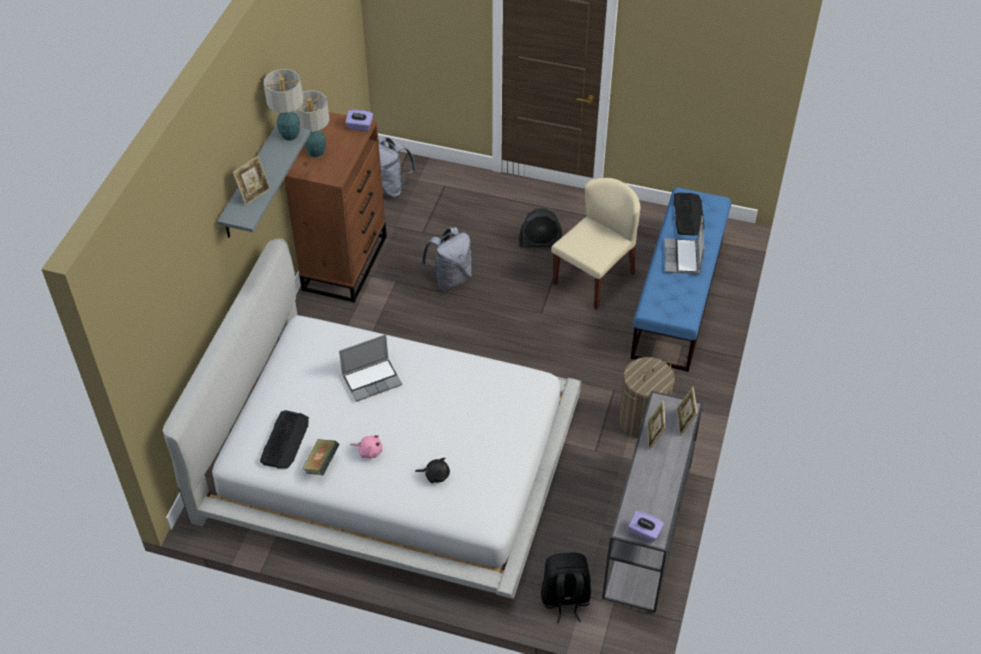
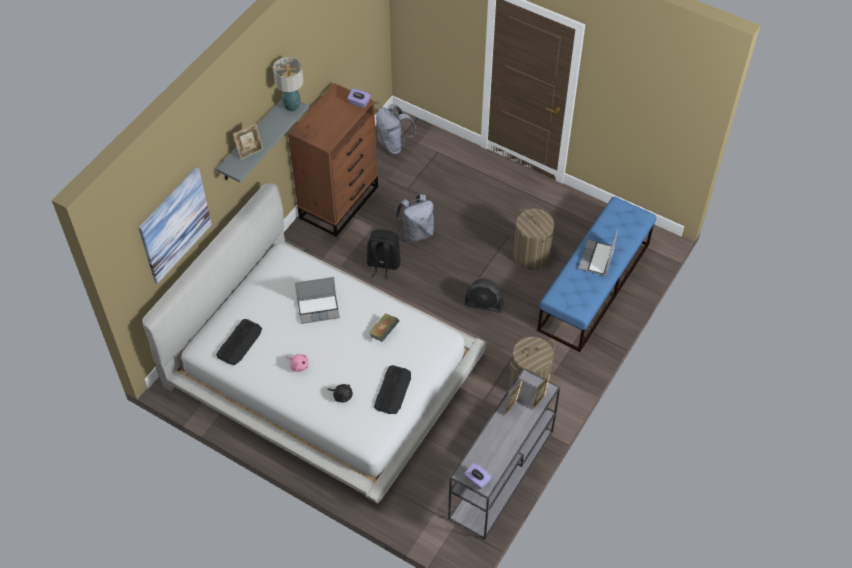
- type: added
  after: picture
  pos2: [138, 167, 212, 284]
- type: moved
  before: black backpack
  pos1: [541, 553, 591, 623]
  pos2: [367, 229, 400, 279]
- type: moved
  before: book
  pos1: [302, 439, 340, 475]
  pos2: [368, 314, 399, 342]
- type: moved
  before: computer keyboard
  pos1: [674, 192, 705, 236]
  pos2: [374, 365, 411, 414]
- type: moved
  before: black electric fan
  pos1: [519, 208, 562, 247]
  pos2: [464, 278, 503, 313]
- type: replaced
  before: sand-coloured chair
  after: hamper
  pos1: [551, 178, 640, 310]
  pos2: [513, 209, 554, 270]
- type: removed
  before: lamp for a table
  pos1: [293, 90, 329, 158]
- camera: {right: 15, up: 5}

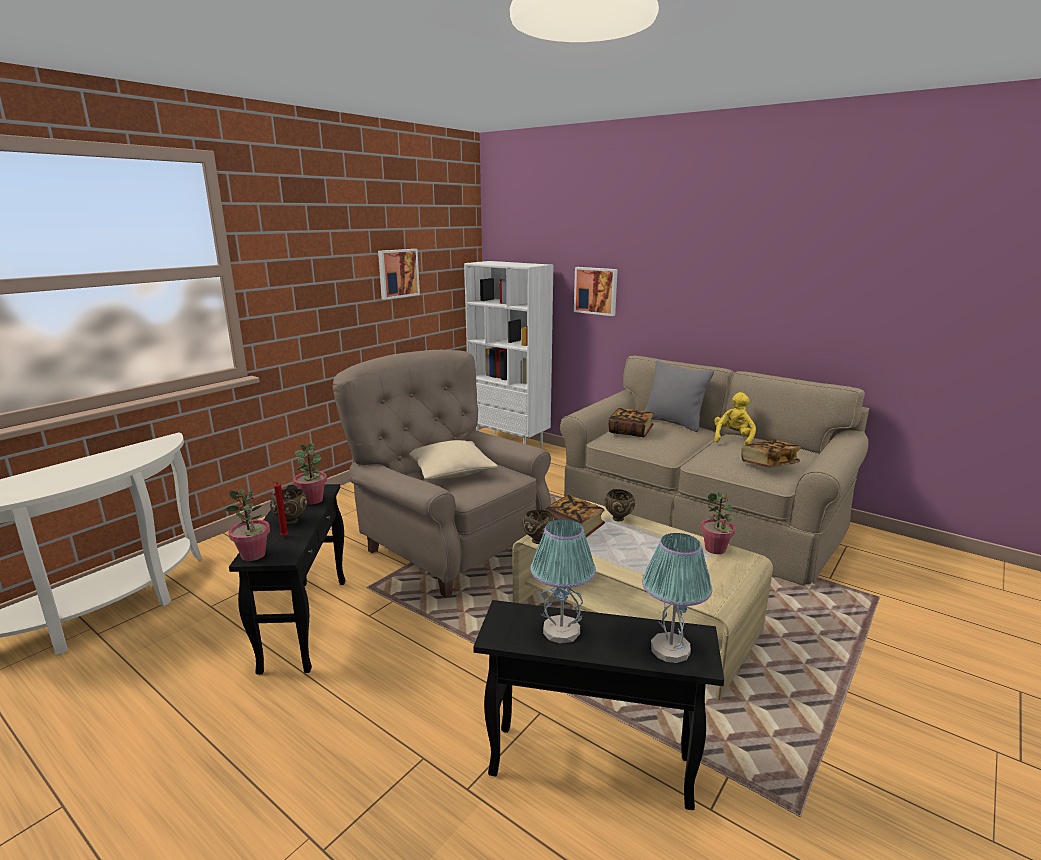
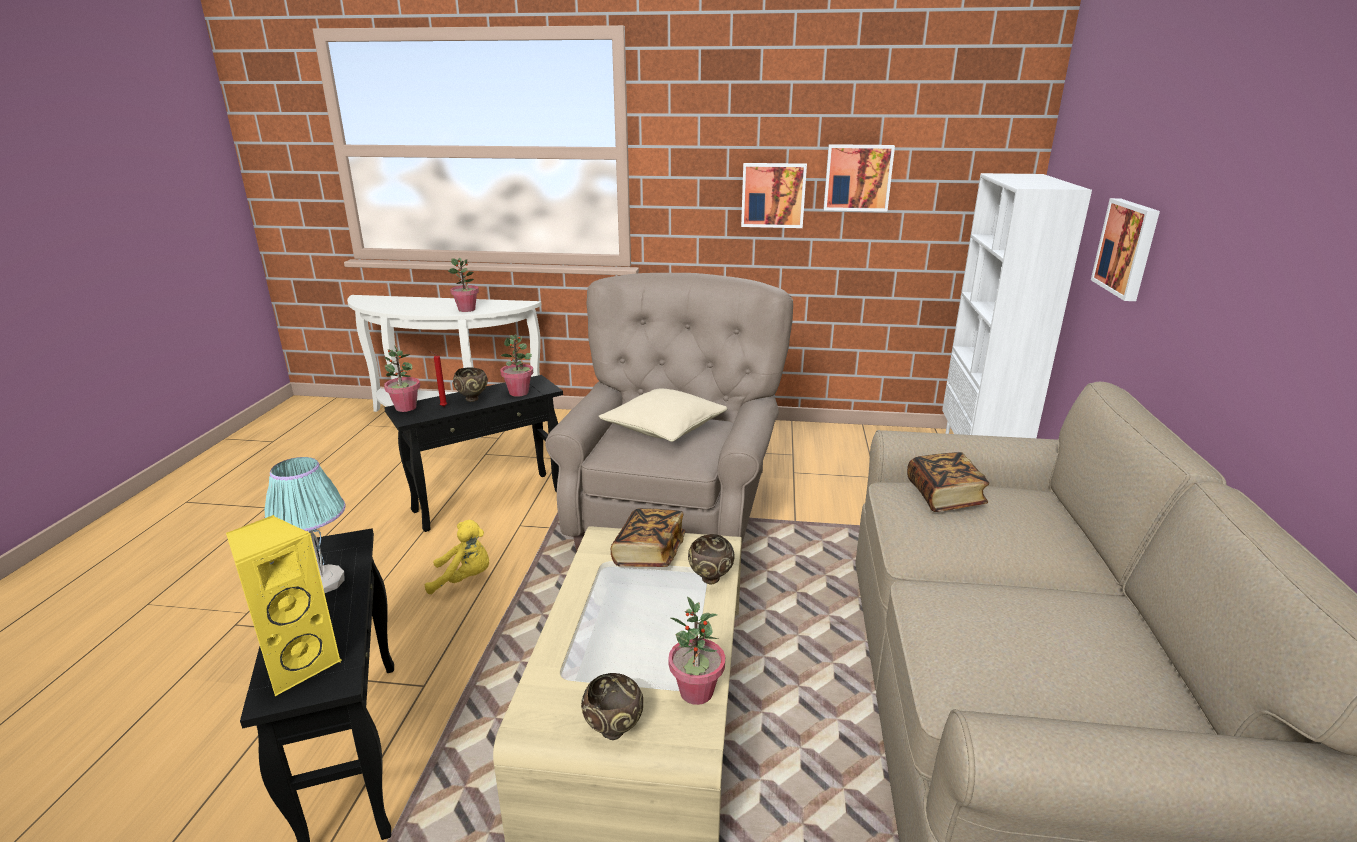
- type: replaced
  before: lamp for a table
  after: yellow audio speaker
  pos1: [642, 533, 712, 663]
  pos2: [226, 515, 342, 696]
- type: moved
  before: yellow plush toy
  pos1: [714, 392, 756, 446]
  pos2: [425, 520, 489, 594]
- type: added
  after: houseplant
  pos2: [448, 258, 479, 312]
- type: moved
  before: brown bowl
  pos1: [522, 510, 554, 544]
  pos2: [581, 673, 643, 740]
- type: added
  after: picture
  pos2: [741, 163, 807, 228]
- type: removed
  before: gray pillow
  pos1: [645, 360, 714, 432]
- type: removed
  before: book
  pos1: [741, 439, 801, 468]
- camera: {right: 60, up: 5}

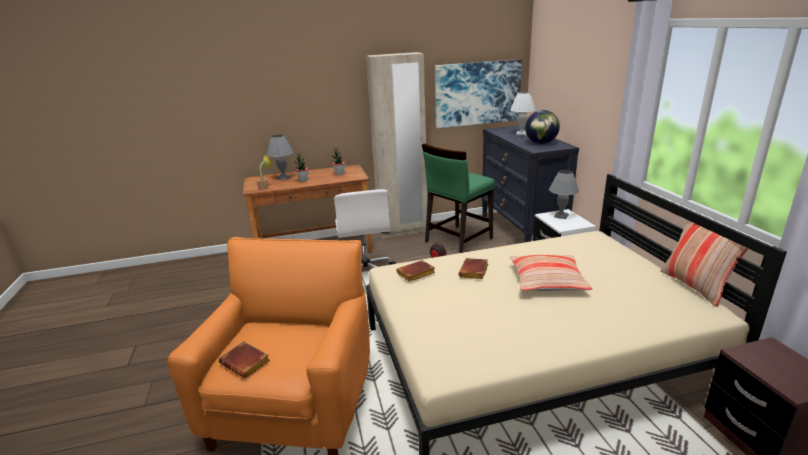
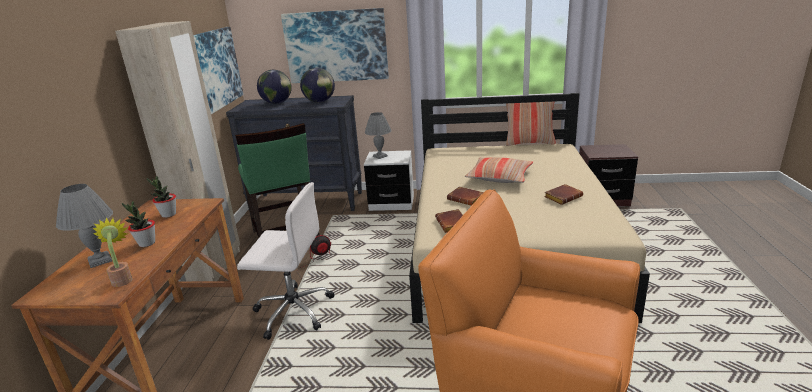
- type: replaced
  before: white lamp for a table
  after: desk globe
  pos1: [510, 92, 536, 135]
  pos2: [257, 70, 292, 104]
- type: added
  after: picture
  pos2: [281, 8, 389, 83]
- type: moved
  before: brown book
  pos1: [219, 341, 270, 379]
  pos2: [544, 184, 583, 205]
- camera: {right: -70, up: 0}

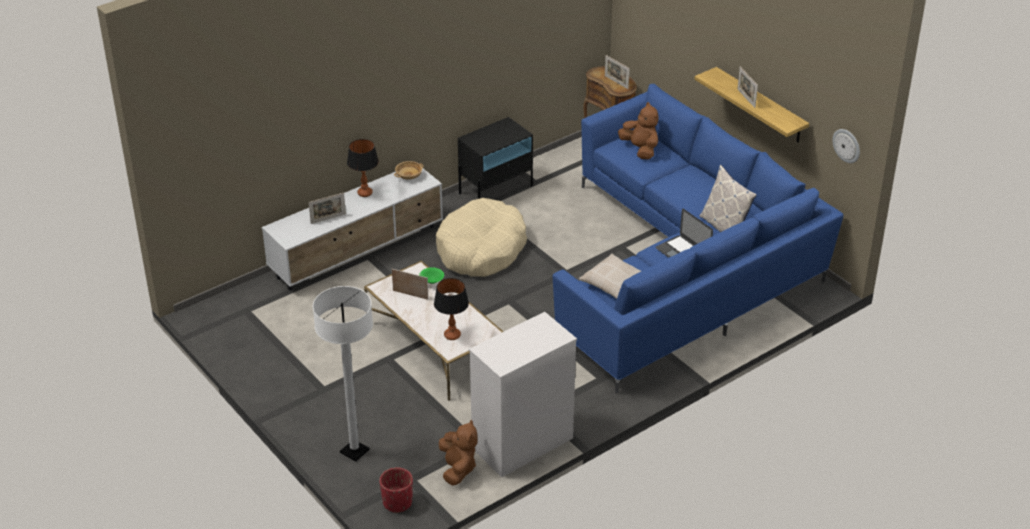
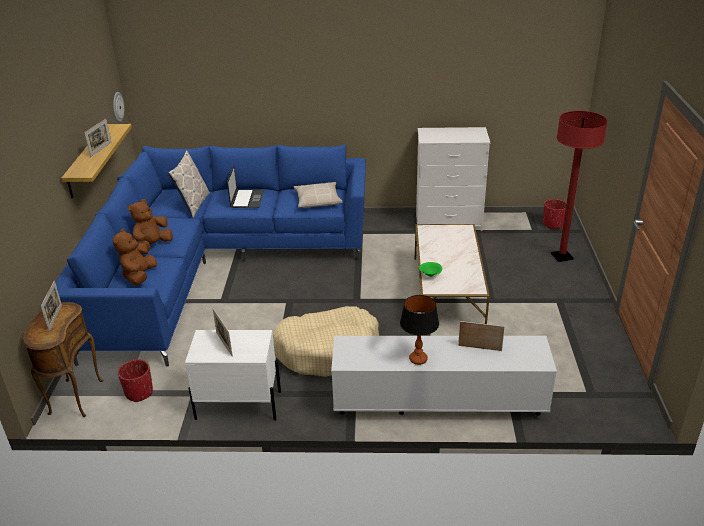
- type: added
  after: reddish plant pot
  pos2: [118, 359, 153, 402]
- type: moved
  before: brown plush toy
  pos1: [439, 420, 477, 485]
  pos2: [128, 199, 173, 251]
- type: recoloured
  before: black bedside table
  after: white bedside table
  pos1: [458, 117, 533, 199]
  pos2: [185, 330, 281, 421]
- type: moved
  before: standing frame
  pos1: [392, 269, 429, 300]
  pos2: [213, 309, 233, 357]
- type: recoloured
  before: white floor lamp
  after: reddish floor lamp
  pos1: [313, 286, 373, 462]
  pos2: [551, 111, 608, 262]
- type: removed
  before: sand-coloured bowl
  pos1: [394, 161, 424, 180]
- type: removed
  before: lamp for a table
  pos1: [434, 278, 469, 340]
- camera: {right: -140, up: -5}

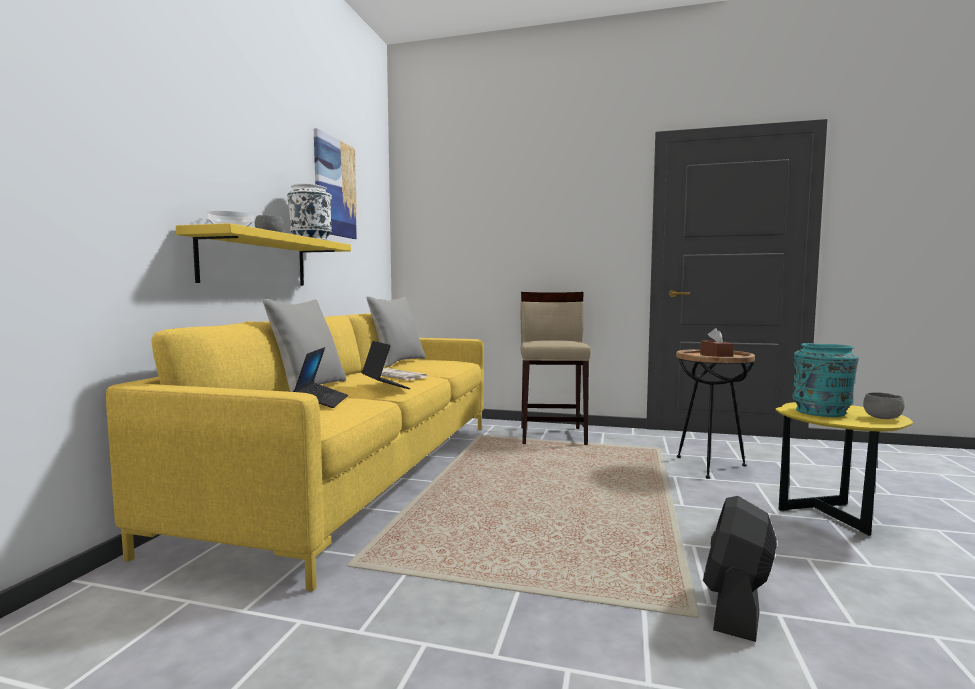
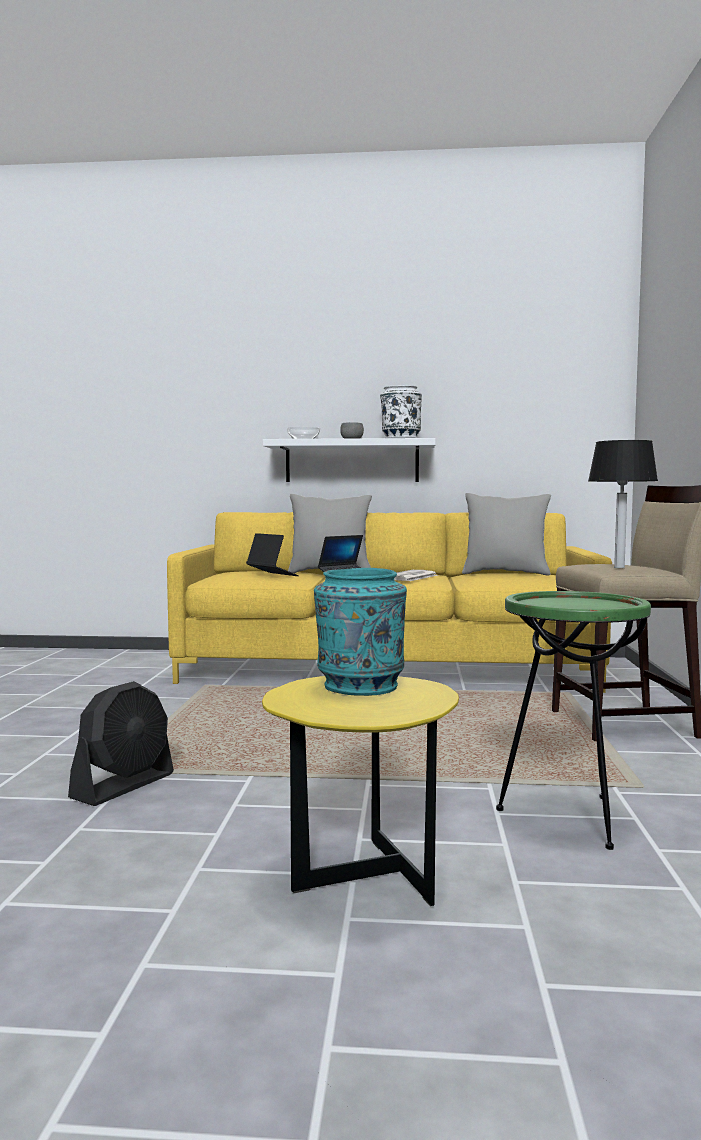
- type: turned
  before: black electric fan
  pos1: [703, 496, 777, 642]
  pos2: [68, 681, 174, 806]
  turn: 105
- type: turned
  before: portable computer
  pos1: [293, 347, 348, 408]
  pos2: [246, 533, 299, 576]
  turn: -120
- type: recoloured
  before: yellow shelf
  after: white shelf
  pos1: [176, 223, 351, 285]
  pos2: [263, 438, 436, 482]
- type: recoloured
  before: brown side table
  after: green-coloured side table
  pos1: [676, 349, 755, 479]
  pos2: [496, 591, 651, 850]
- type: added
  after: lamp for a table
  pos2: [588, 440, 658, 568]
- type: removed
  before: picture
  pos1: [314, 128, 357, 239]
- type: removed
  before: brown tissue box
  pos1: [700, 328, 734, 357]
- type: removed
  before: gray bowl
  pos1: [863, 392, 905, 419]
- camera: {right: 80, up: 0}

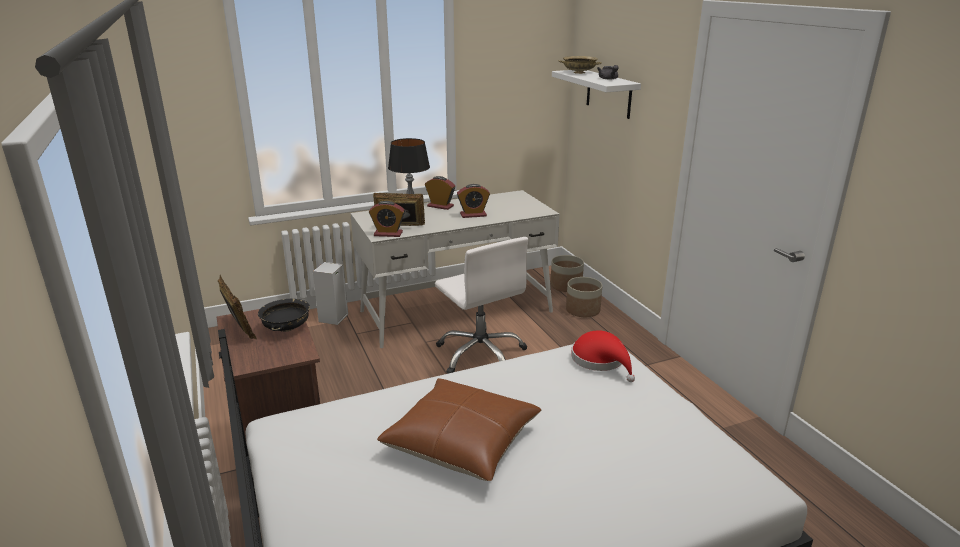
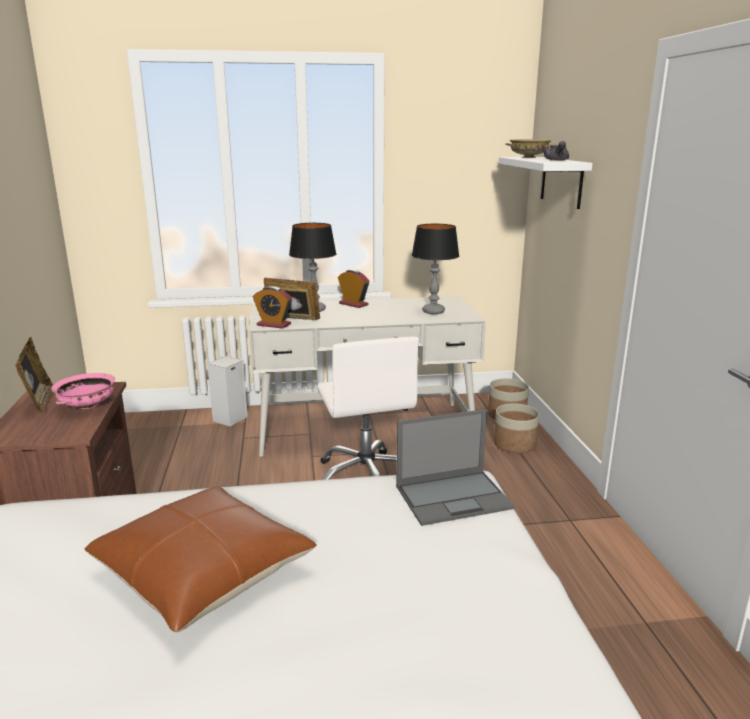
- type: recoloured
  before: black bowl
  after: pink bowl
  pos1: [258, 299, 310, 332]
  pos2: [51, 373, 115, 409]
- type: replaced
  before: reddish clothing hat
  after: portable computer
  pos1: [571, 330, 635, 382]
  pos2: [396, 409, 515, 526]
- type: added
  after: lamp for a table
  pos2: [411, 224, 459, 314]
- type: removed
  before: table clock
  pos1: [457, 184, 490, 218]
- camera: {right: 15, up: -5}

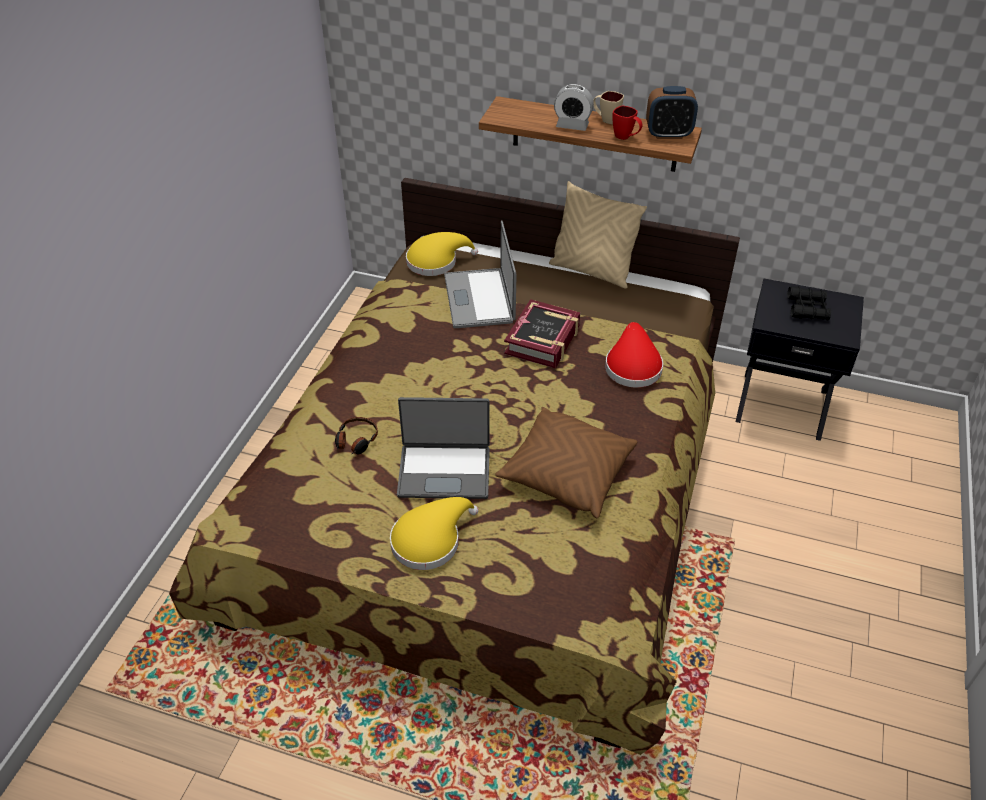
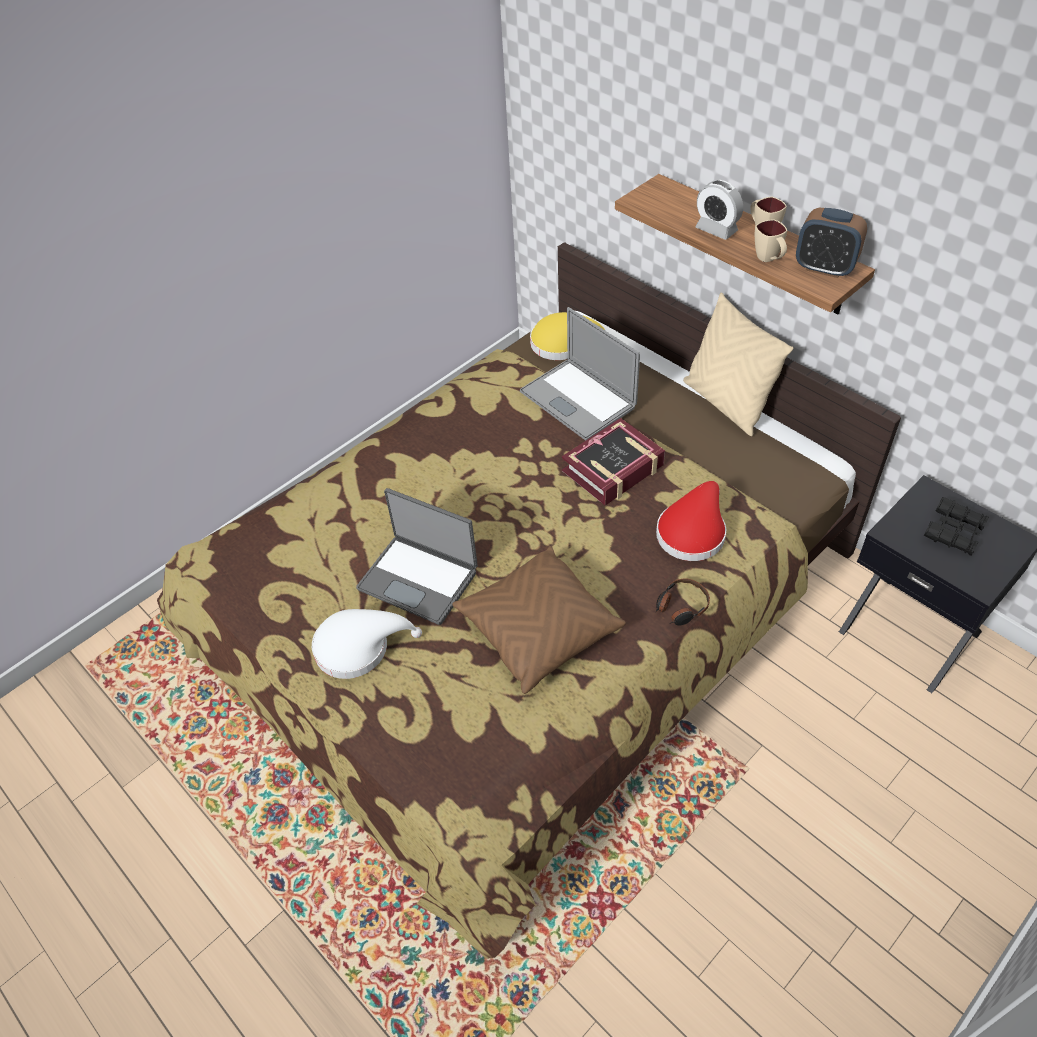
- type: recoloured
  before: yellow clothing hat
  after: white clothing hat
  pos1: [390, 497, 479, 570]
  pos2: [312, 609, 422, 679]
- type: turned
  before: portable computer
  pos1: [444, 220, 517, 328]
  pos2: [520, 307, 640, 441]
  turn: -60
- type: moved
  before: pair of headphones
  pos1: [335, 417, 378, 455]
  pos2: [656, 578, 710, 625]
- type: recoloured
  before: reddish coffee mug
  after: sand-coloured coffee mug
  pos1: [612, 106, 643, 140]
  pos2: [755, 219, 787, 262]
- camera: {right: 30, up: 5}

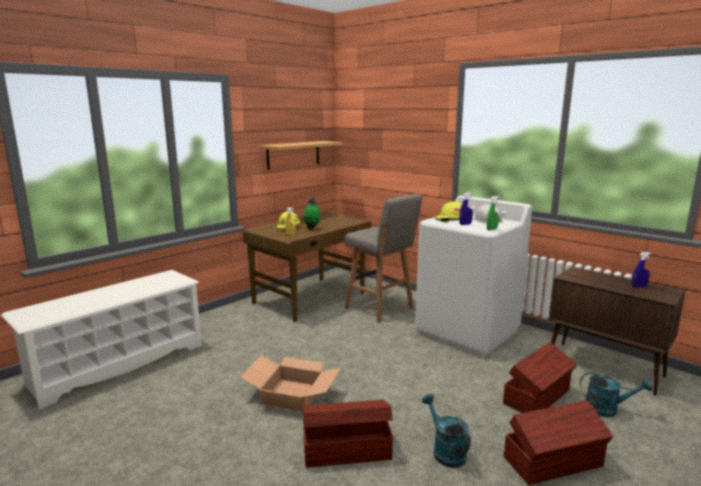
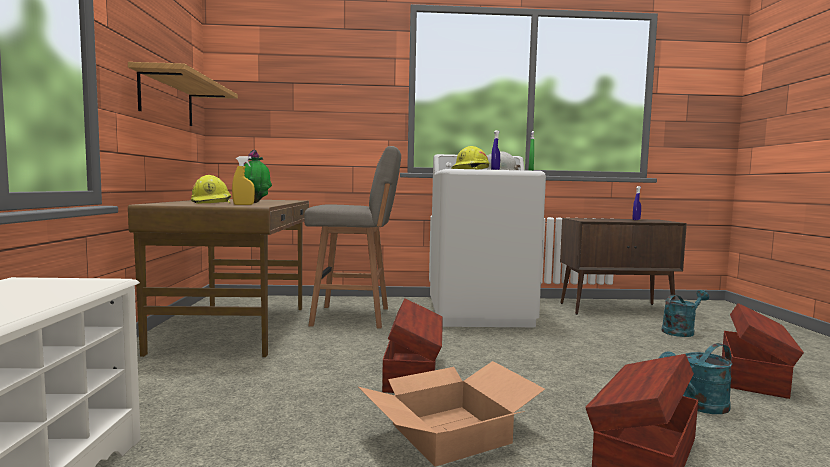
- type: moved
  before: brown storage box
  pos1: [503, 342, 577, 413]
  pos2: [382, 298, 443, 393]
- type: turned
  before: turquoise-coloured watering can
  pos1: [422, 394, 471, 468]
  pos2: [658, 343, 732, 414]
  turn: -45
- camera: {right: -45, up: -10}

